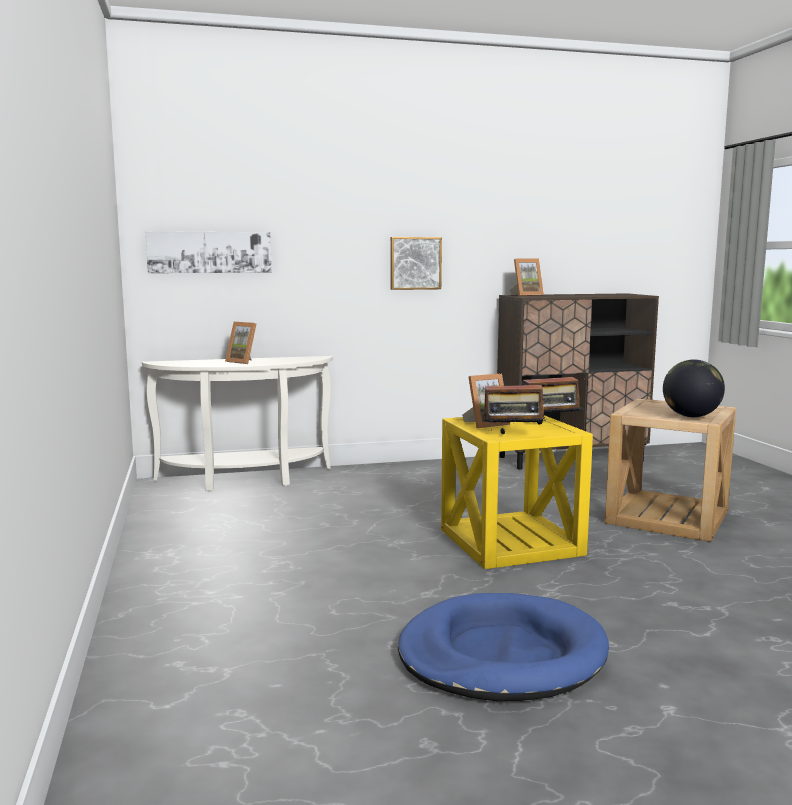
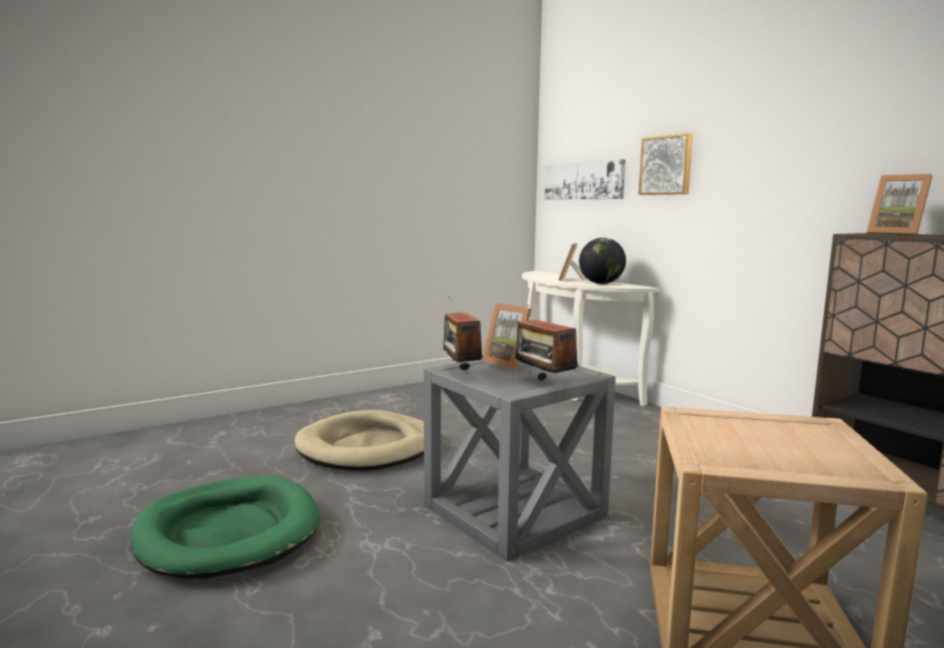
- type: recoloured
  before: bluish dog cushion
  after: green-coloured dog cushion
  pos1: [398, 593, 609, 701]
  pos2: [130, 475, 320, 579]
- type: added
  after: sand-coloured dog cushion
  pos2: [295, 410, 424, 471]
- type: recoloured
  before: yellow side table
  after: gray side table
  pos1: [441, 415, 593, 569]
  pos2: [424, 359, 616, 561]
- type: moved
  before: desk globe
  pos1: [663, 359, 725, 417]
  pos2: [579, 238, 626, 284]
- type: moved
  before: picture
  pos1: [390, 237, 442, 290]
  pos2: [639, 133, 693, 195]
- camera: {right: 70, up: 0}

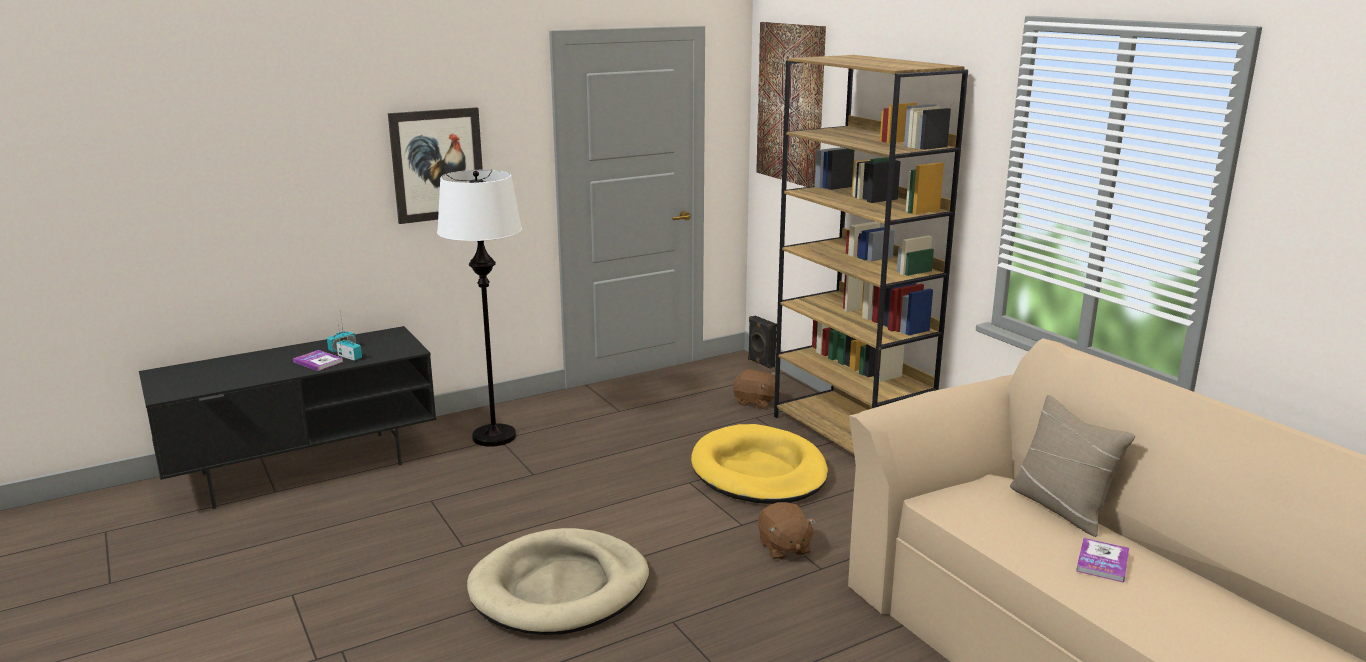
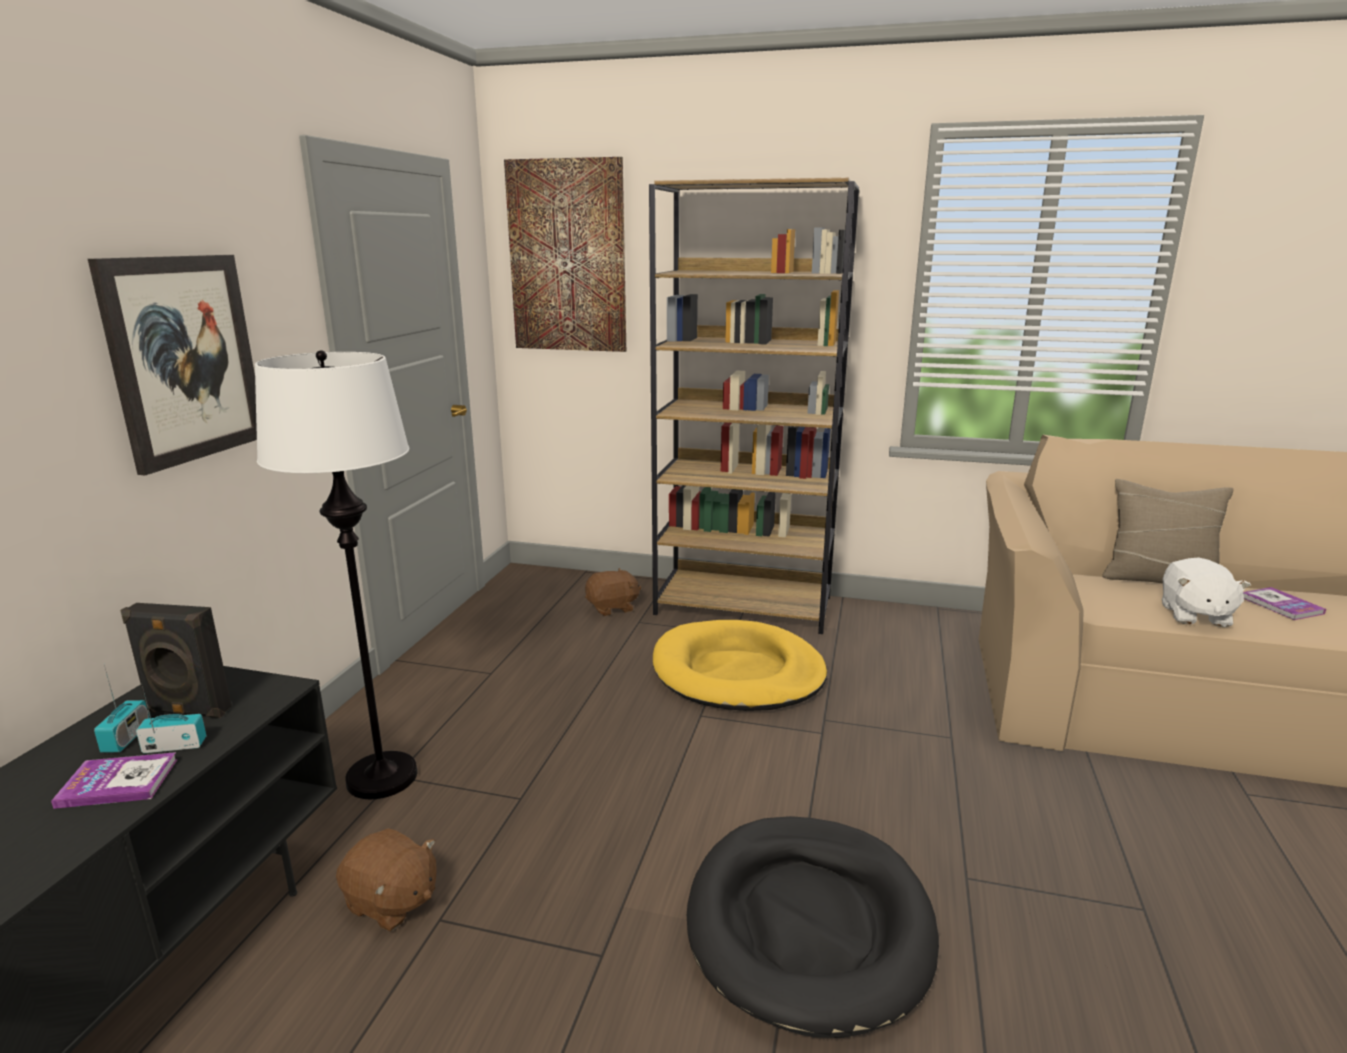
- type: moved
  before: black audio speaker
  pos1: [748, 316, 777, 369]
  pos2: [120, 603, 232, 718]
- type: moved
  before: brown plush toy
  pos1: [758, 502, 816, 560]
  pos2: [336, 828, 437, 932]
- type: recoloured
  before: sand-coloured dog cushion
  after: black dog cushion
  pos1: [467, 528, 649, 635]
  pos2: [687, 816, 939, 1038]
- type: added
  after: white plush toy
  pos2: [1162, 557, 1251, 627]
- camera: {right: -45, up: 0}

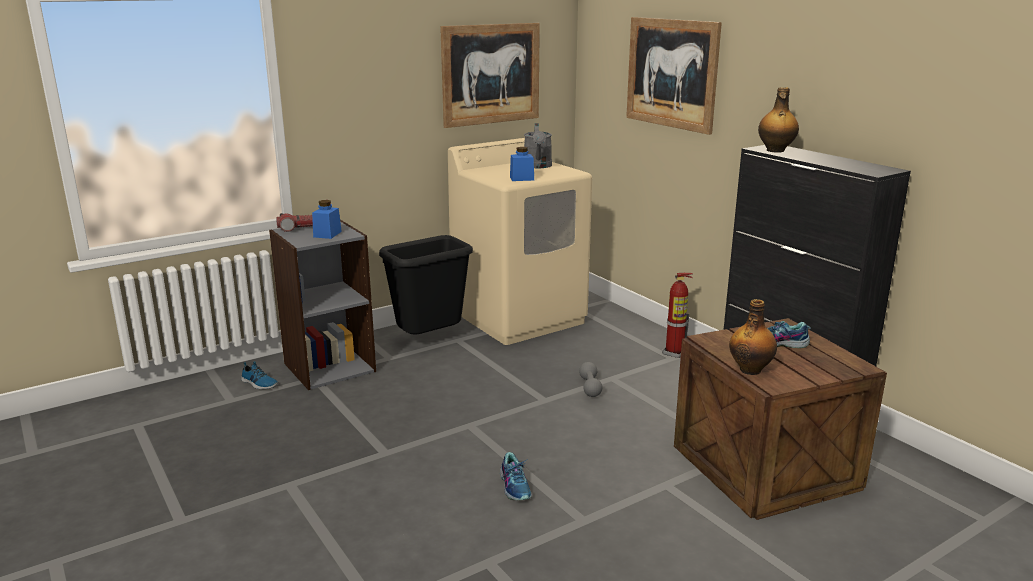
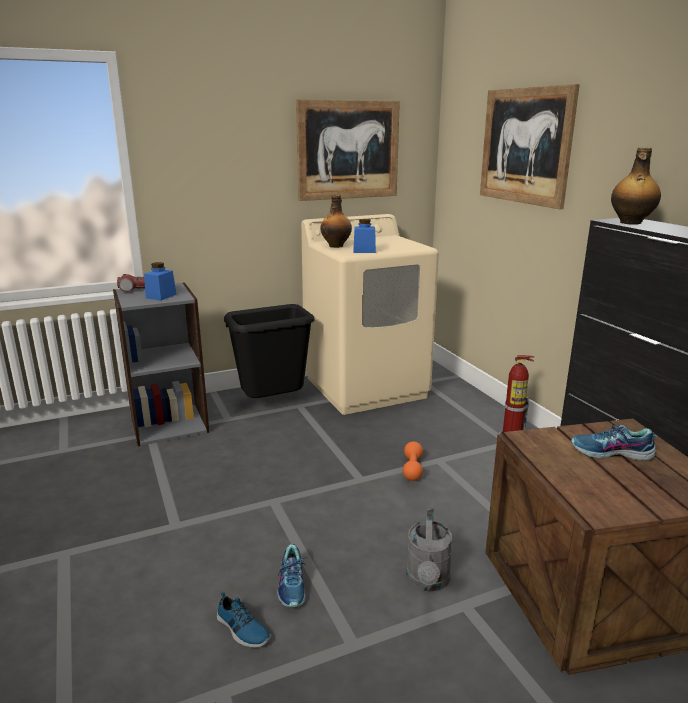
- type: moved
  before: low shoe
  pos1: [241, 361, 279, 389]
  pos2: [217, 591, 271, 648]
- type: moved
  before: drink bottle
  pos1: [729, 299, 777, 375]
  pos2: [320, 195, 352, 248]
- type: recoloured
  before: gray dumbbell
  after: orange dumbbell
  pos1: [579, 362, 602, 397]
  pos2: [403, 442, 423, 481]
- type: moved
  before: gray watering can
  pos1: [524, 123, 552, 168]
  pos2: [406, 508, 452, 592]
- camera: {right: 10, up: 0}

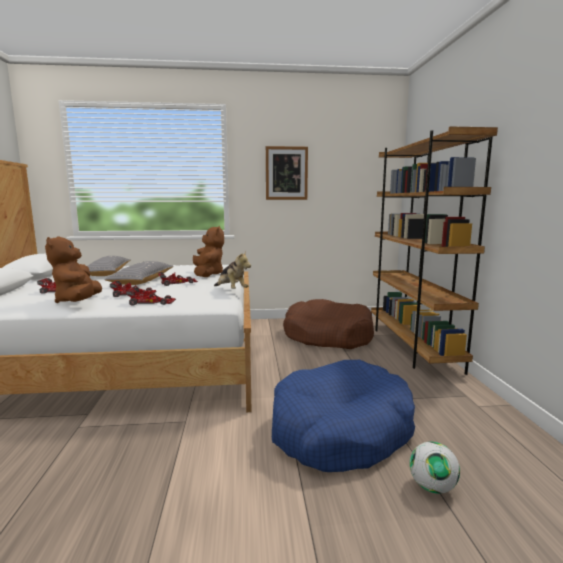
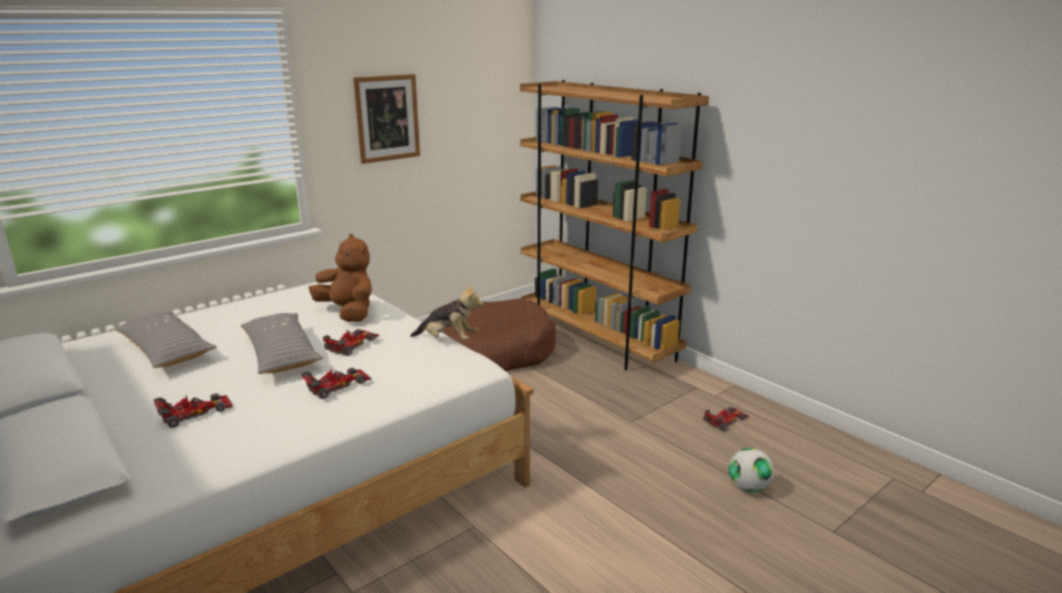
- type: moved
  before: toy car
  pos1: [126, 288, 176, 305]
  pos2: [703, 407, 749, 431]
- type: removed
  before: brown plush toy
  pos1: [45, 236, 102, 303]
- type: removed
  before: bluish dog cushion
  pos1: [272, 360, 415, 472]
- camera: {right: -35, up: 10}

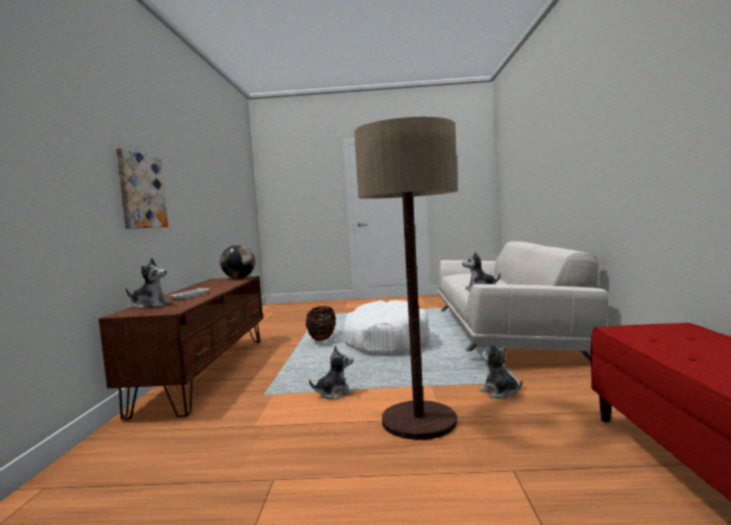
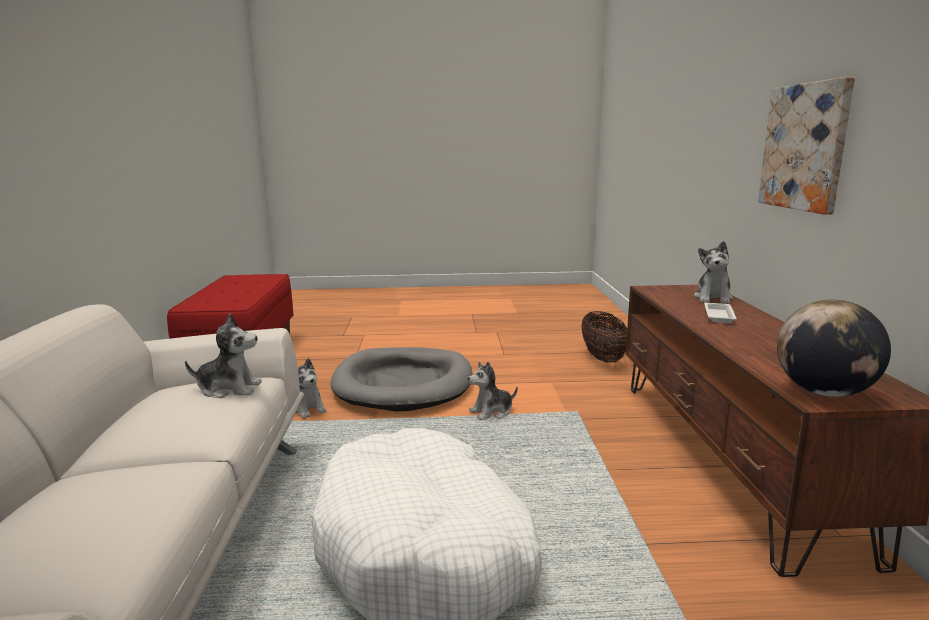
- type: replaced
  before: floor lamp
  after: gray dog cushion
  pos1: [354, 117, 458, 440]
  pos2: [331, 347, 473, 412]
- type: moved
  before: storage basket
  pos1: [306, 306, 336, 341]
  pos2: [581, 311, 627, 362]
- type: turned
  before: plush toy
  pos1: [126, 258, 172, 309]
  pos2: [693, 241, 733, 304]
  turn: -75
- camera: {right: 175, up: 10}

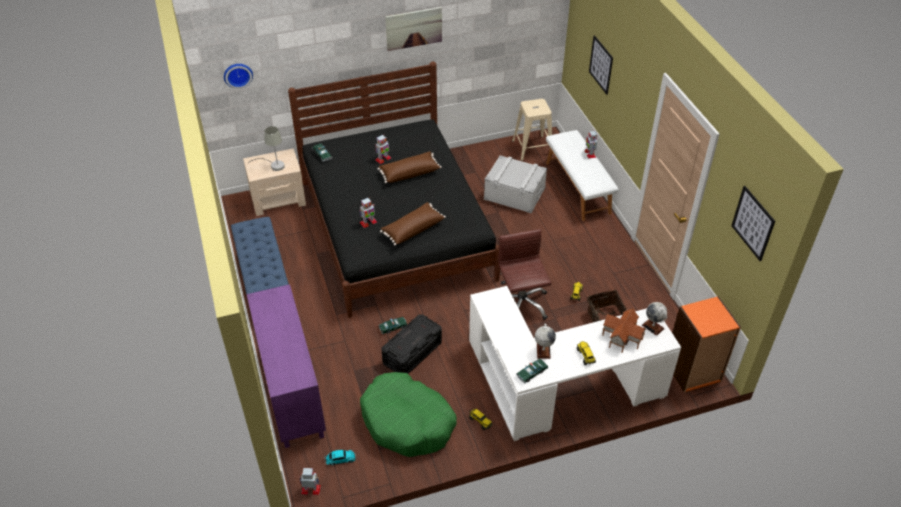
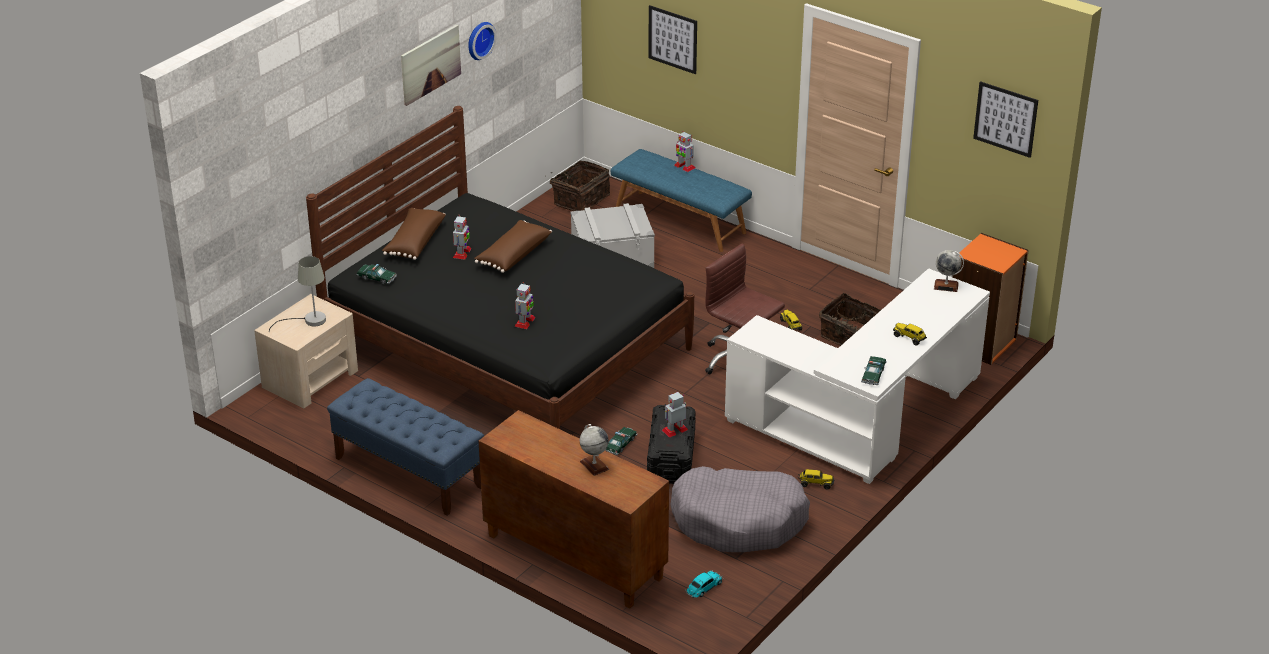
- type: moved
  before: brown pillow
  pos1: [380, 202, 446, 246]
  pos2: [382, 208, 446, 260]
- type: moved
  before: wall clock
  pos1: [224, 64, 253, 89]
  pos2: [468, 22, 496, 60]
- type: recoloured
  before: purple-coloured cabinet
  after: brown cabinet
  pos1: [247, 284, 326, 448]
  pos2: [479, 410, 669, 608]
- type: replaced
  before: sand-coloured stool
  after: storage basket
  pos1: [512, 99, 553, 161]
  pos2: [545, 161, 610, 211]
- type: moved
  before: desk globe
  pos1: [535, 324, 556, 359]
  pos2: [580, 424, 609, 476]
- type: recoloured
  before: white indoor bench
  after: bluish indoor bench
  pos1: [546, 130, 619, 221]
  pos2: [611, 149, 752, 252]
- type: moved
  before: toy robot
  pos1: [299, 468, 321, 495]
  pos2: [662, 392, 688, 437]
- type: recoloured
  before: green-coloured dog cushion
  after: gray dog cushion
  pos1: [360, 372, 457, 457]
  pos2: [671, 466, 810, 552]
- type: removed
  before: miniature house
  pos1: [602, 308, 646, 353]
- camera: {right: -35, up: -10}

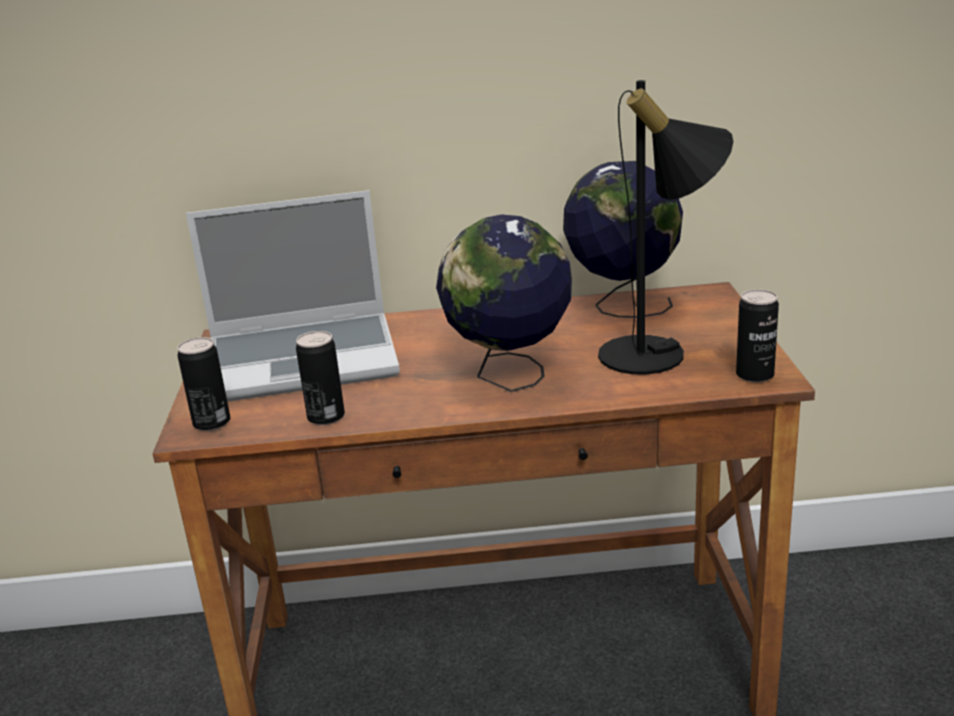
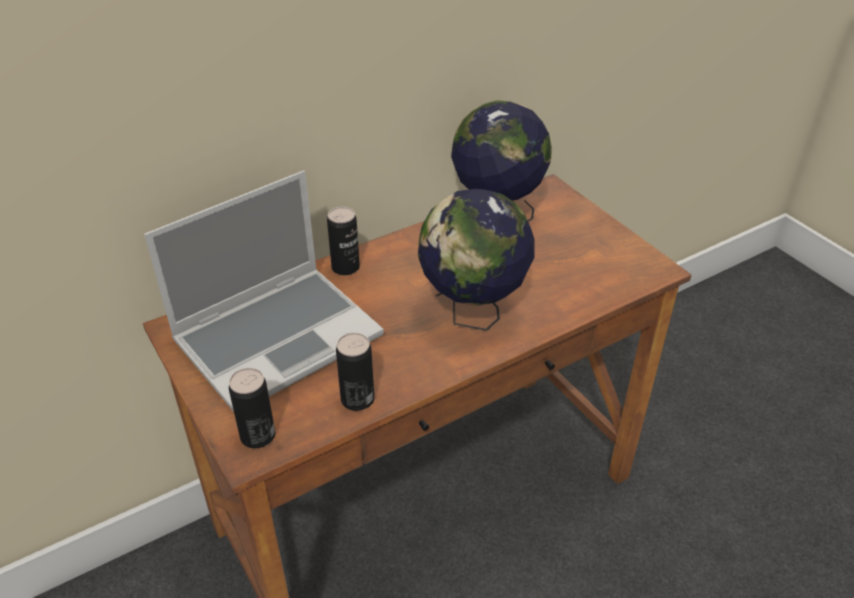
- type: moved
  before: can
  pos1: [736, 289, 779, 383]
  pos2: [327, 207, 360, 275]
- type: removed
  before: black lamp for a table
  pos1: [598, 80, 733, 375]
- camera: {right: -30, up: 15}

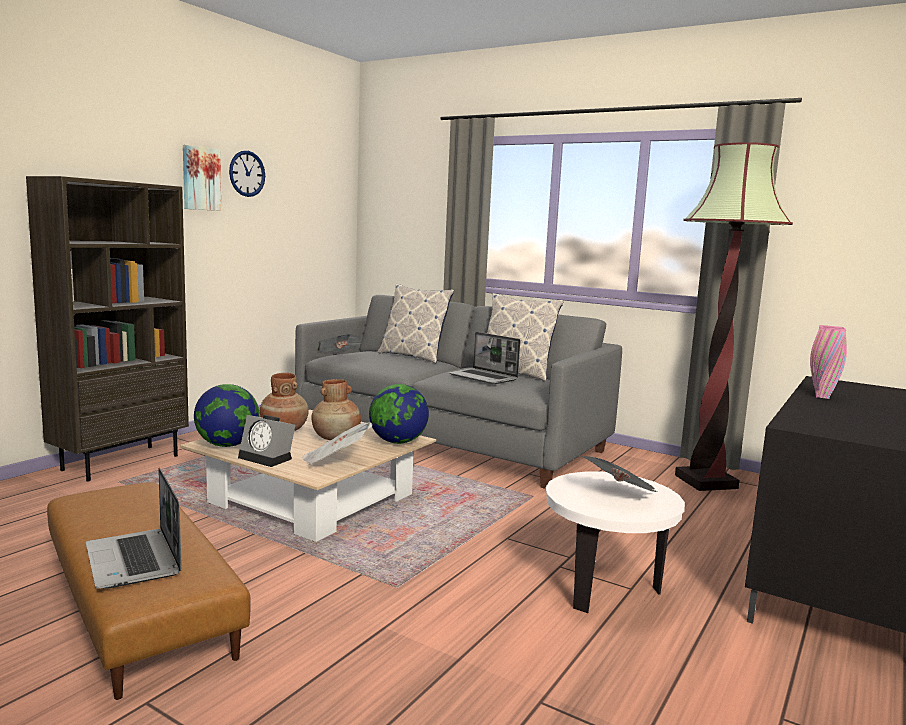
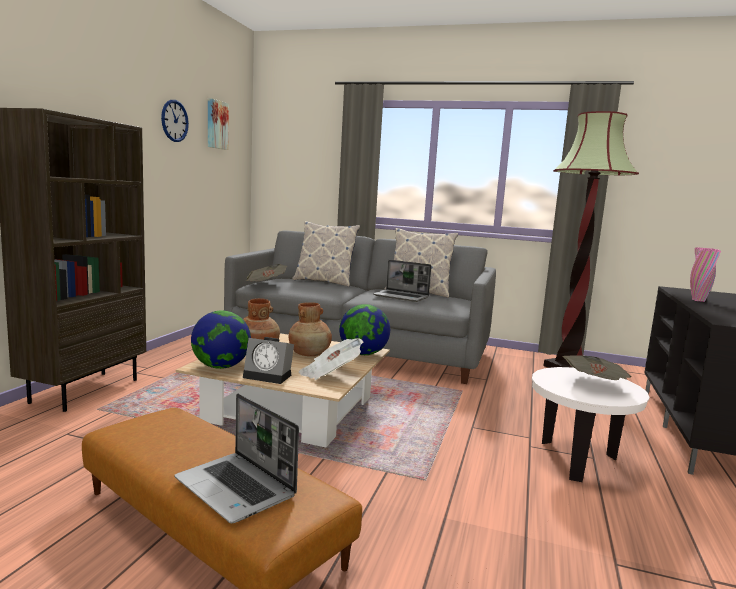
- type: moved
  before: picture
  pos1: [183, 145, 221, 211]
  pos2: [208, 98, 229, 150]
- camera: {right: -15, up: 0}

